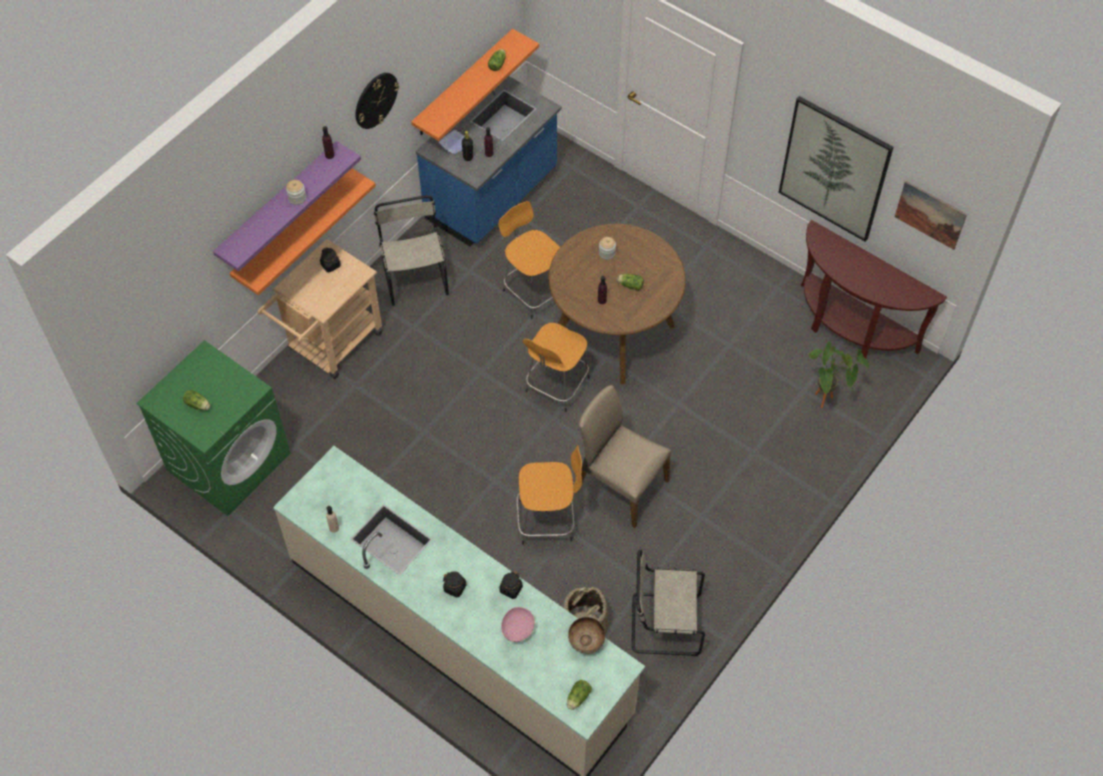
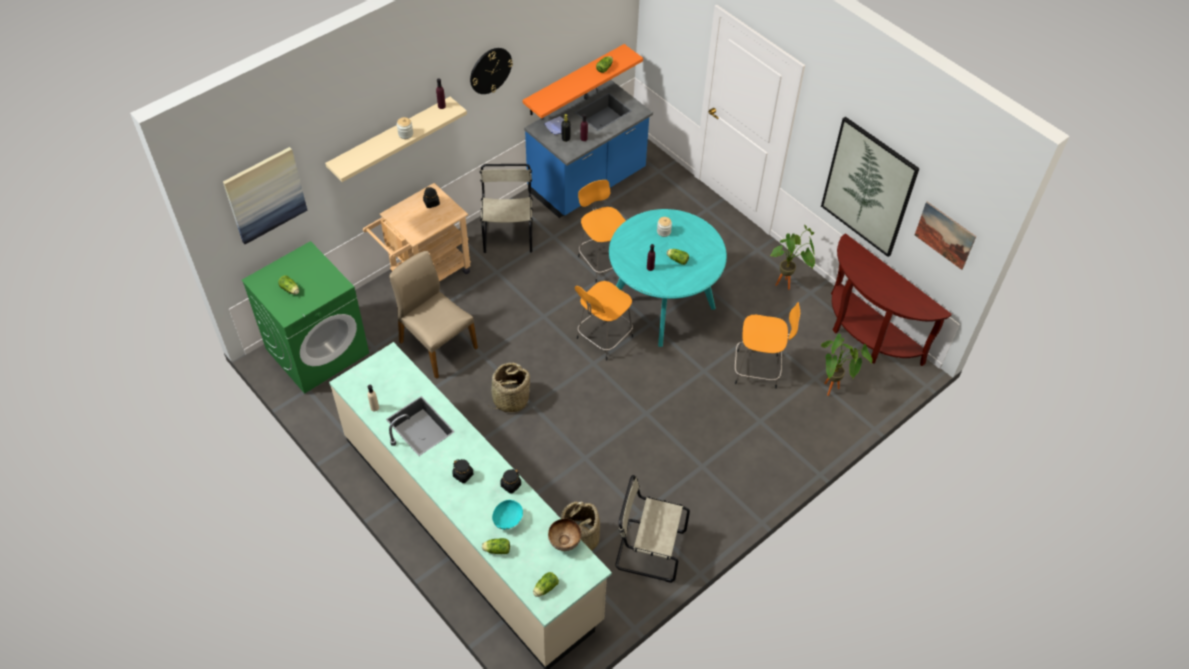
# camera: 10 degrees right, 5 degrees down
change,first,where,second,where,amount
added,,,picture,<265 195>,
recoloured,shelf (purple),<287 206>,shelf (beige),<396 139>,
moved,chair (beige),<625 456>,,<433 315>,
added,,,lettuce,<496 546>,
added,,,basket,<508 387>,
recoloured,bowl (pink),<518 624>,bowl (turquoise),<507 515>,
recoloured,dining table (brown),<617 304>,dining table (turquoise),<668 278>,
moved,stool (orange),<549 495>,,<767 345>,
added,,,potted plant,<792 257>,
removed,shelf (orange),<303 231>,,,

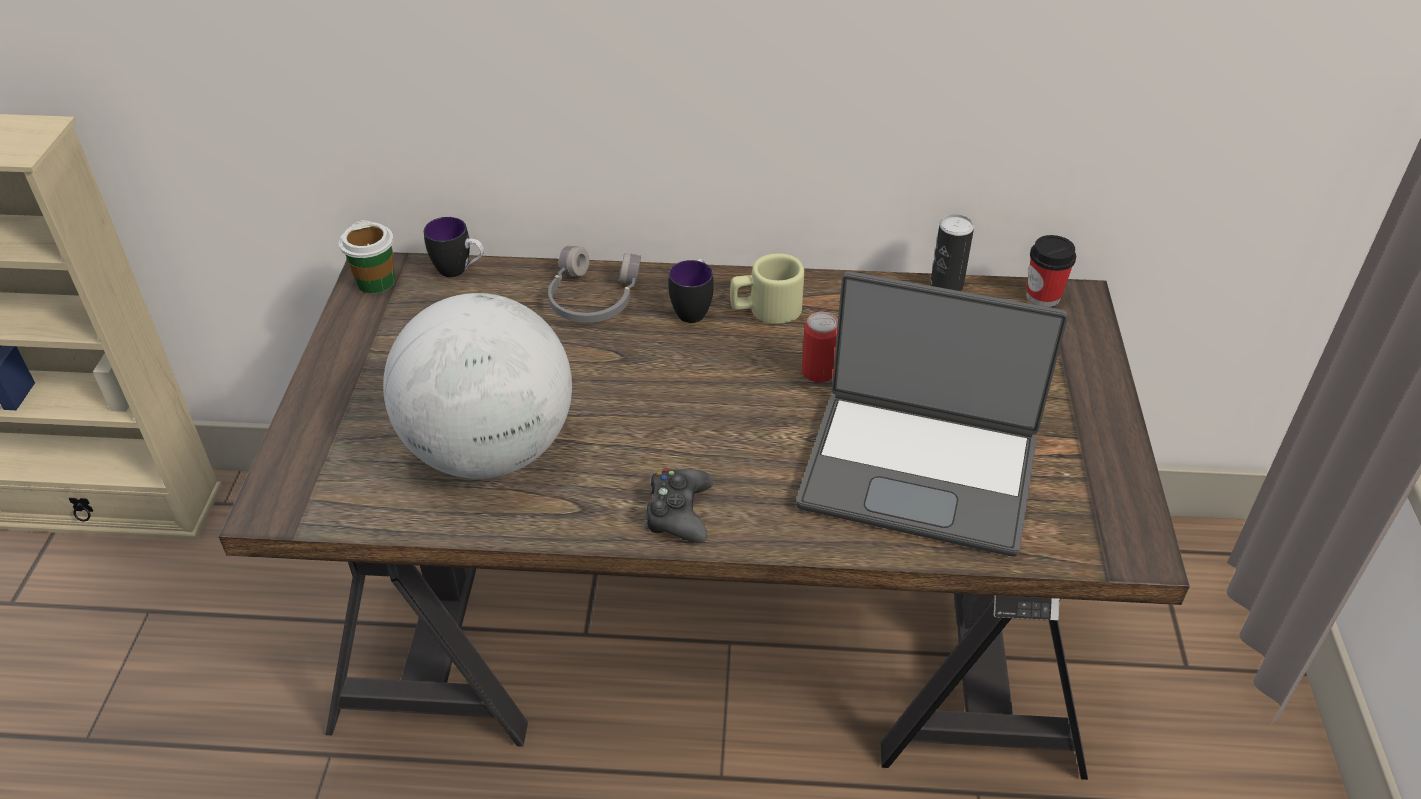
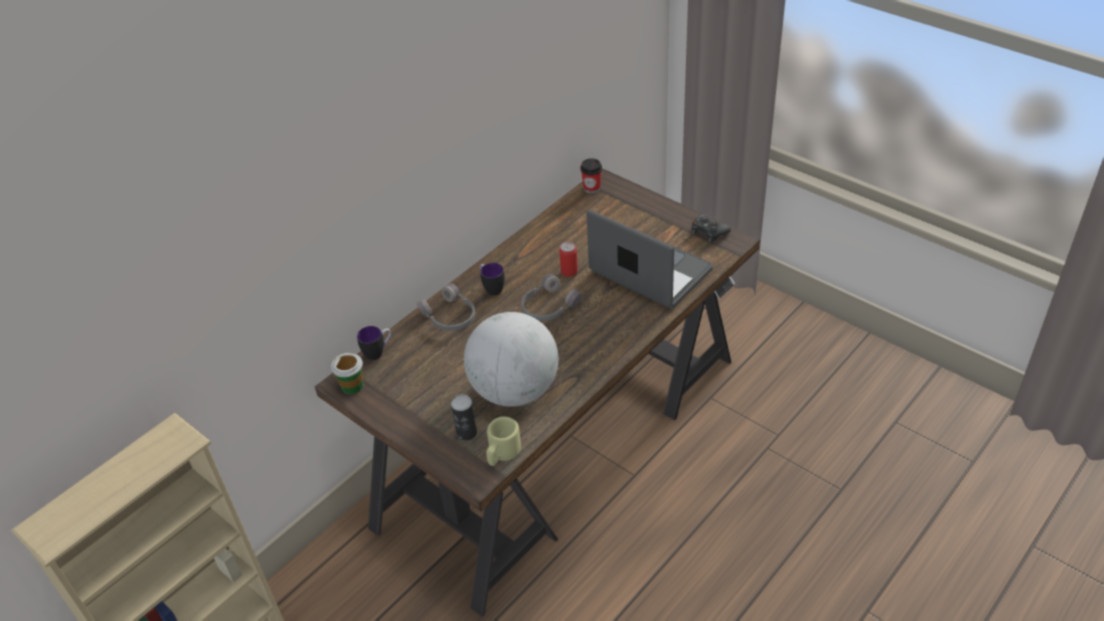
# camera: 50 degrees left, 0 degrees up
change,first,where,second,where,amount
moved,can,<952 252>,,<464 418>,
moved,mug (beige),<767 288>,,<503 441>,
added,,,headphones (grey),<552 297>,
turned,laptop,<932 414>,,<649 259>,105 degrees counterclockwise
moved,game controller (black),<678 505>,,<711 228>,

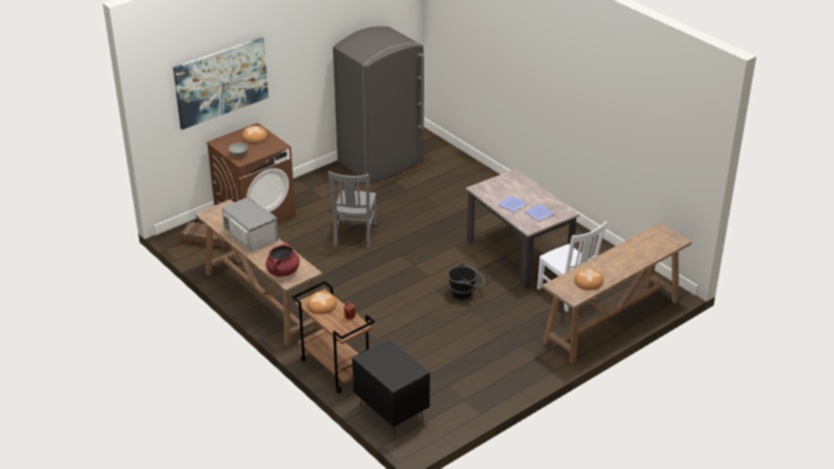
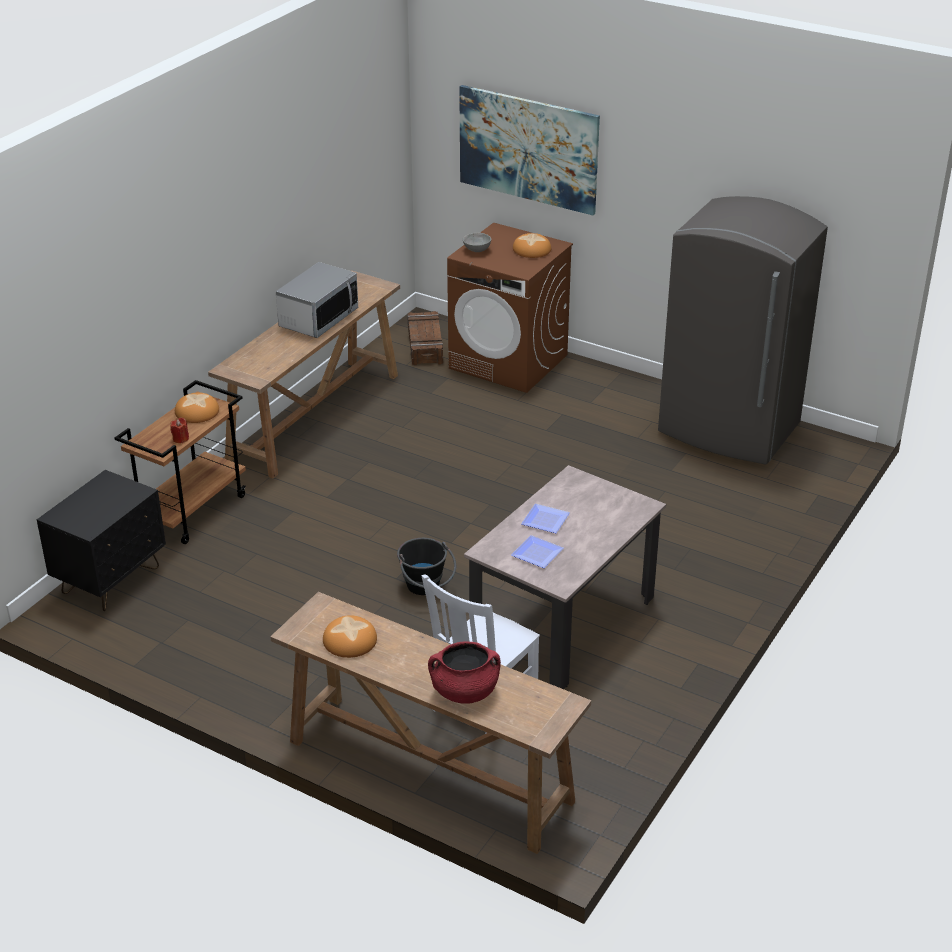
# camera: 70 degrees right, 0 degrees up
change,first,where,second,where,amount
moved,cooking pot (red),<283 260>,,<464 673>,
removed,chair (grey),<352 209>,,,

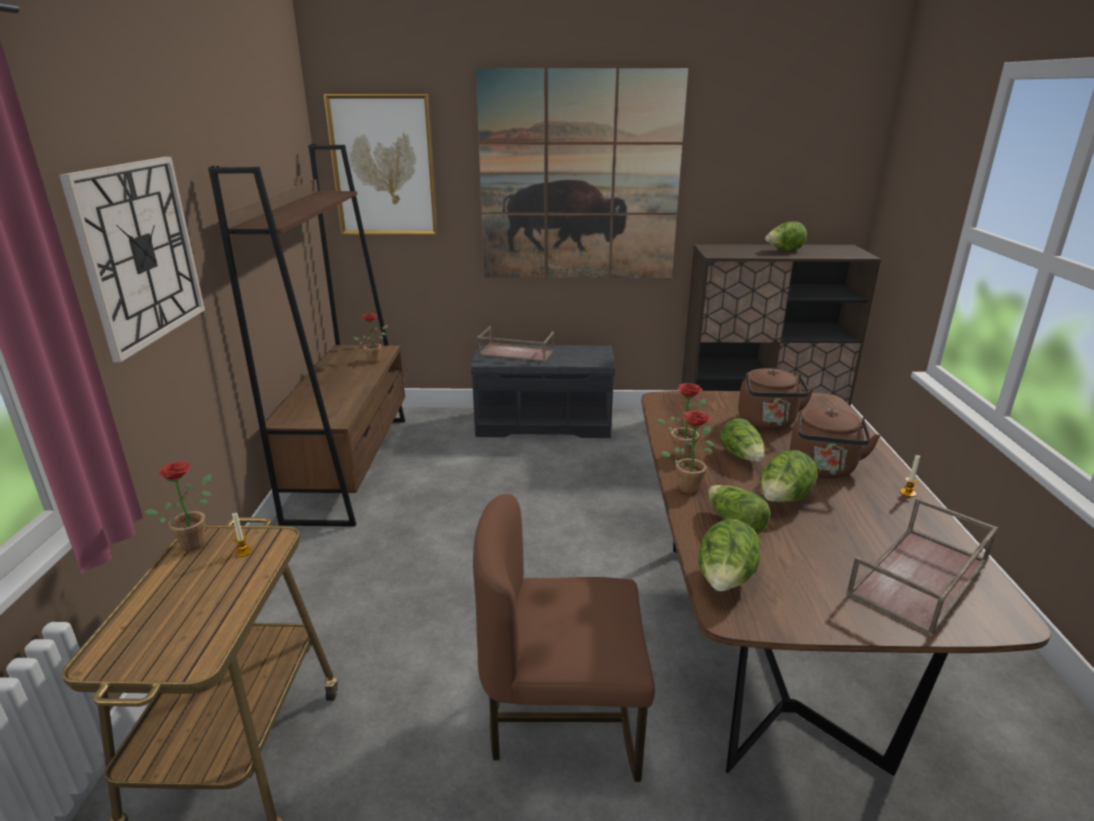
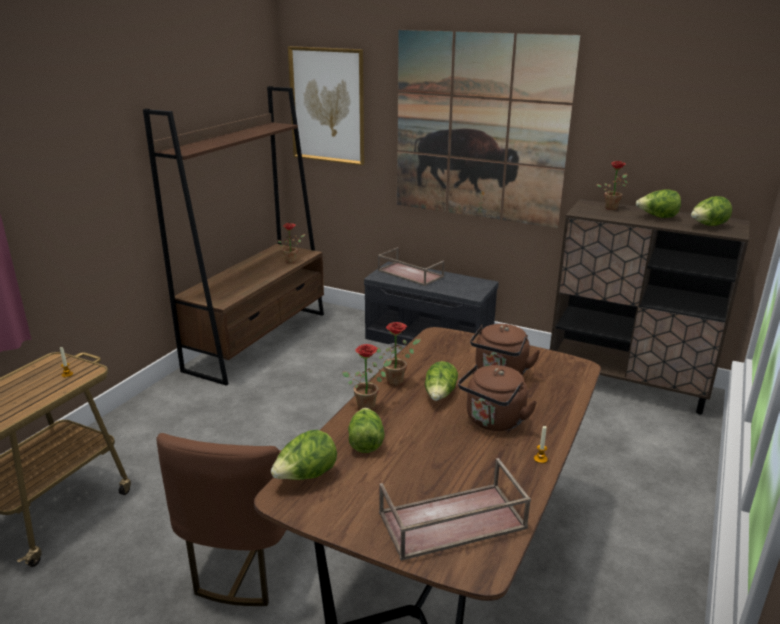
# camera: 25 degrees right, 0 degrees up
change,first,where,second,where,amount
turned,chair (brown),<564 638>,,<221 519>,105 degrees counterclockwise
moved,potted plant,<178 506>,,<612 185>,
moved,lettuce,<789 476>,,<711 211>,
removed,wall clock,<132 259>,,,

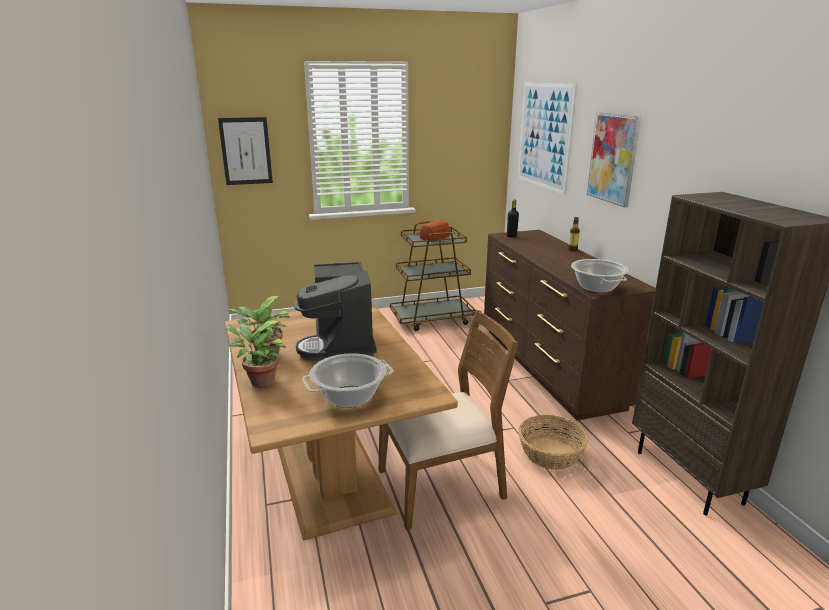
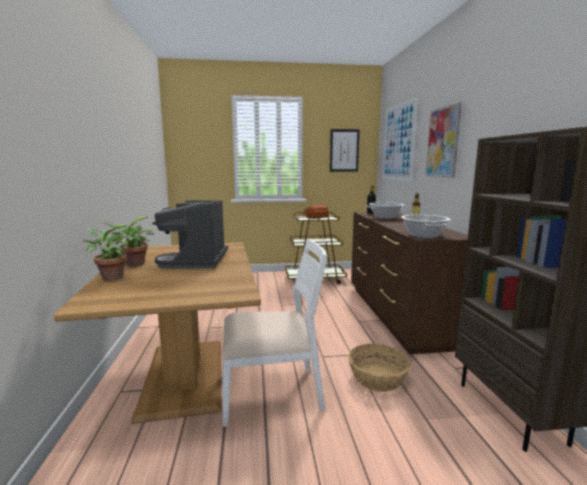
# camera: 10 degrees right, 10 degrees down
change,first,where,second,where,amount
recoloured,chair (brown),<448 420>,chair (white),<275 333>,
moved,picture,<245 151>,,<345 150>,
moved,cooking pot,<348 380>,,<386 210>,

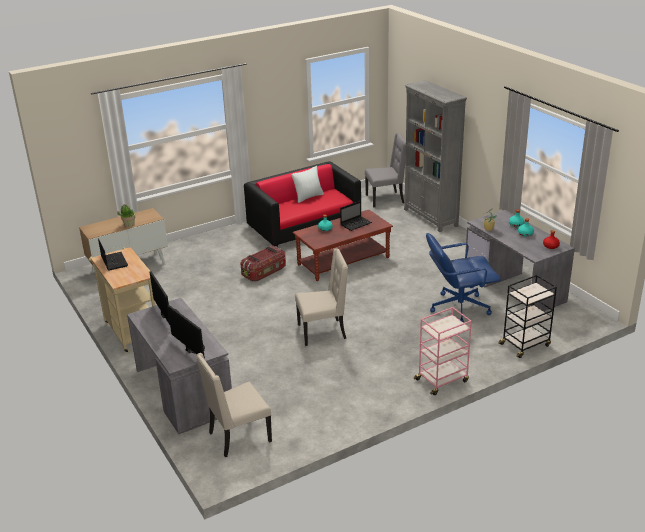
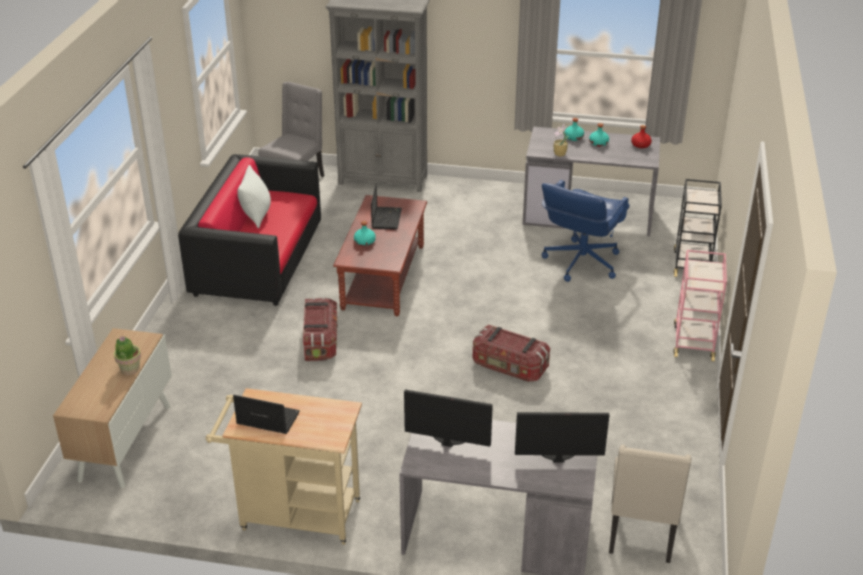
# camera: 50 degrees left, 5 degrees up
change,first,where,second,where,amount
replaced,chair (beige),<321 297>,storage box,<511 353>,

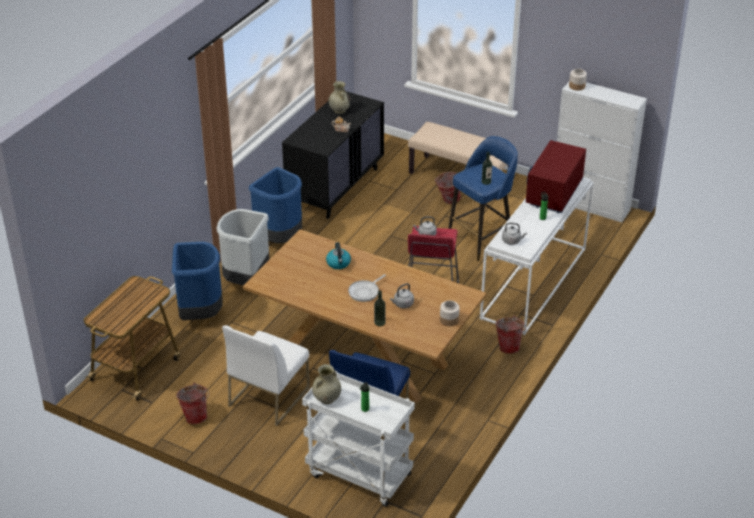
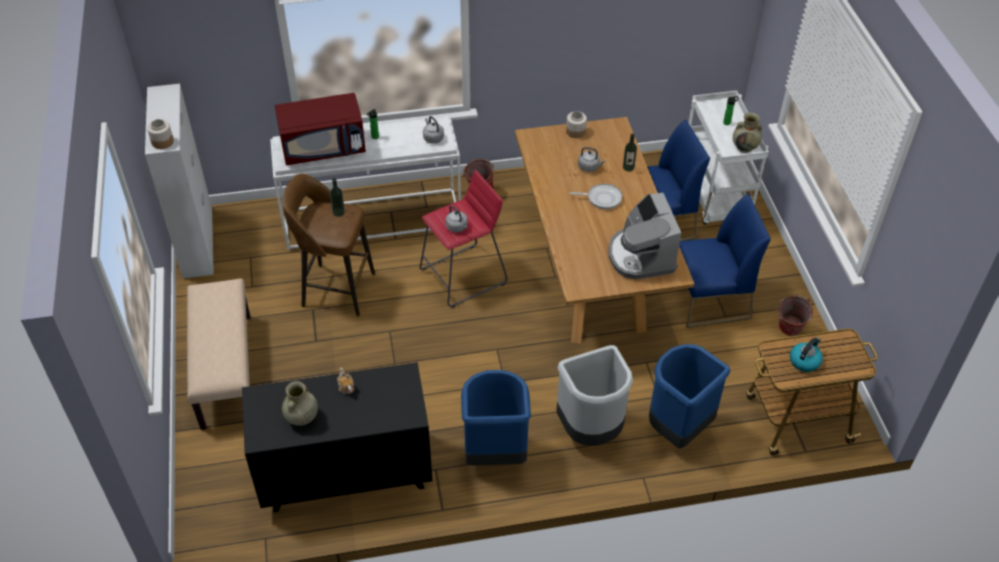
# camera: 130 degrees left, 10 degrees up
change,first,where,second,where,amount
recoloured,stool (blue),<483 198>,stool (brown),<329 245>,
added,,,coffee machine,<644 236>,
recoloured,chair (white),<266 375>,chair (blue),<725 261>,
moved,kettle,<338 255>,,<806 354>,
removed,bucket,<448 188>,,,

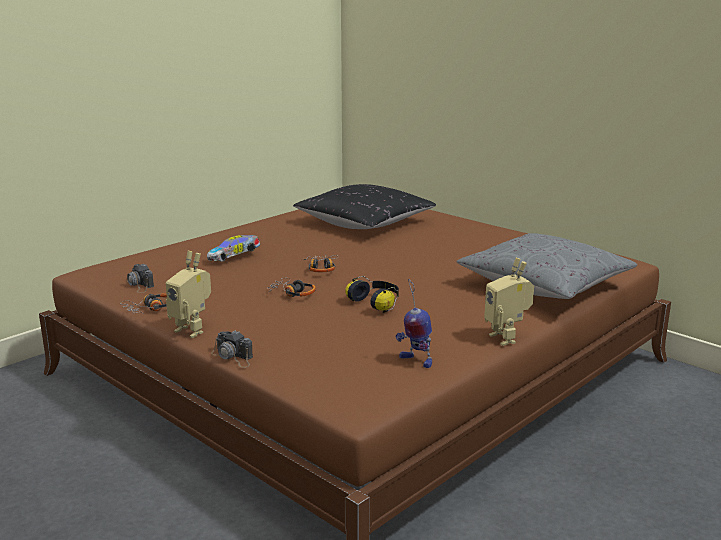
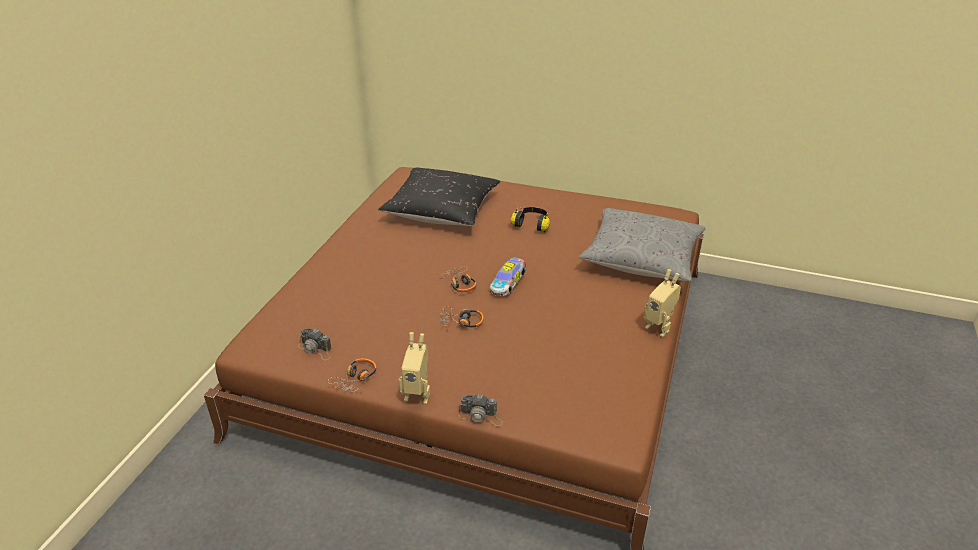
# camera: 25 degrees left, 15 degrees up
change,first,where,second,where,amount
moved,toy car,<233 248>,,<508 277>,
moved,headphones,<372 294>,,<530 219>,
removed,toy robot,<413 323>,,,

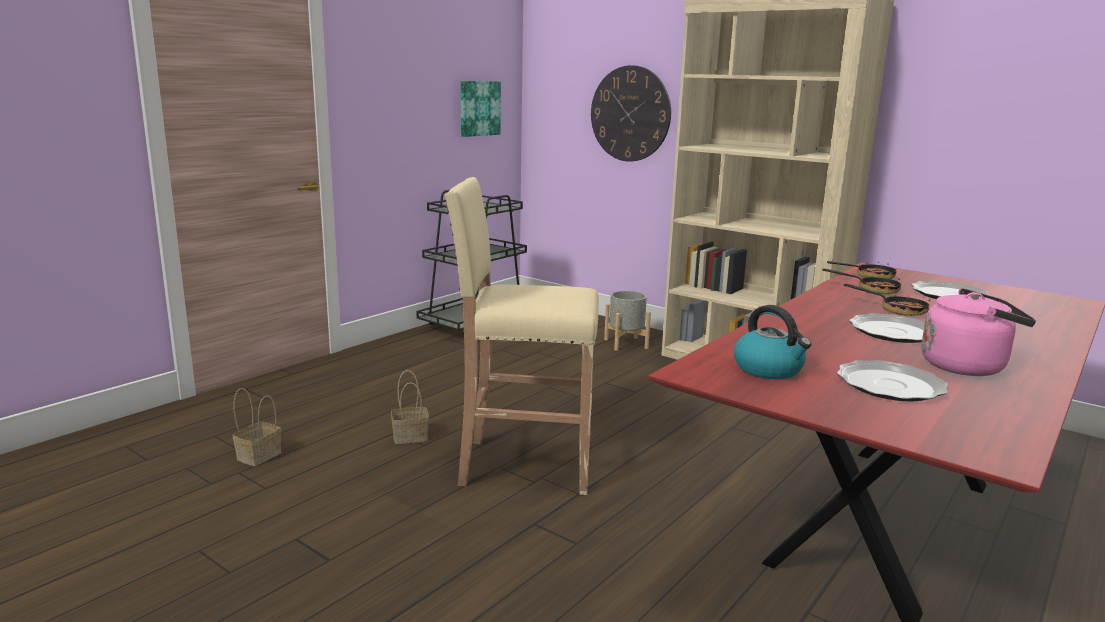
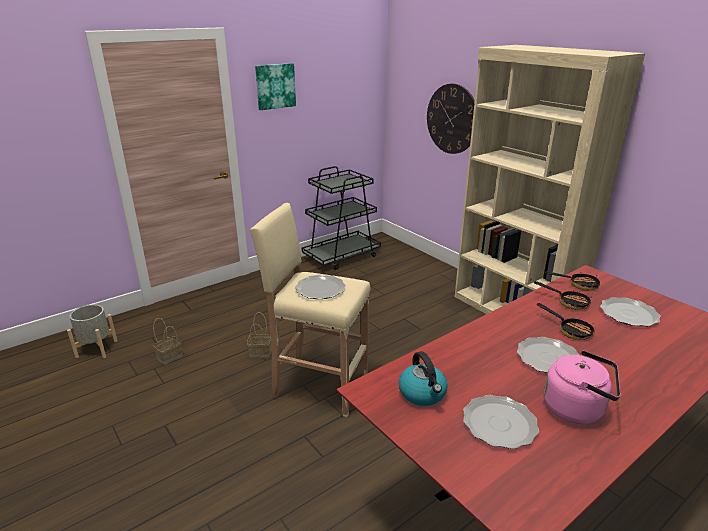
# camera: 15 degrees right, 10 degrees up
change,first,where,second,where,amount
moved,planter (grey),<627 321>,,<92 331>,
moved,picture,<481 109>,,<275 86>,
added,,,plate,<320 286>,

